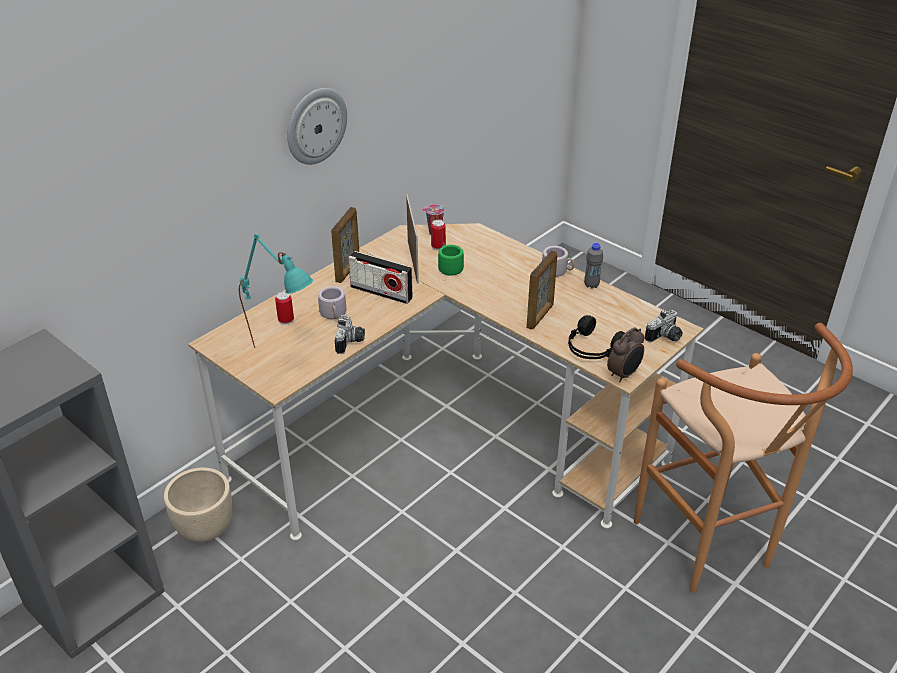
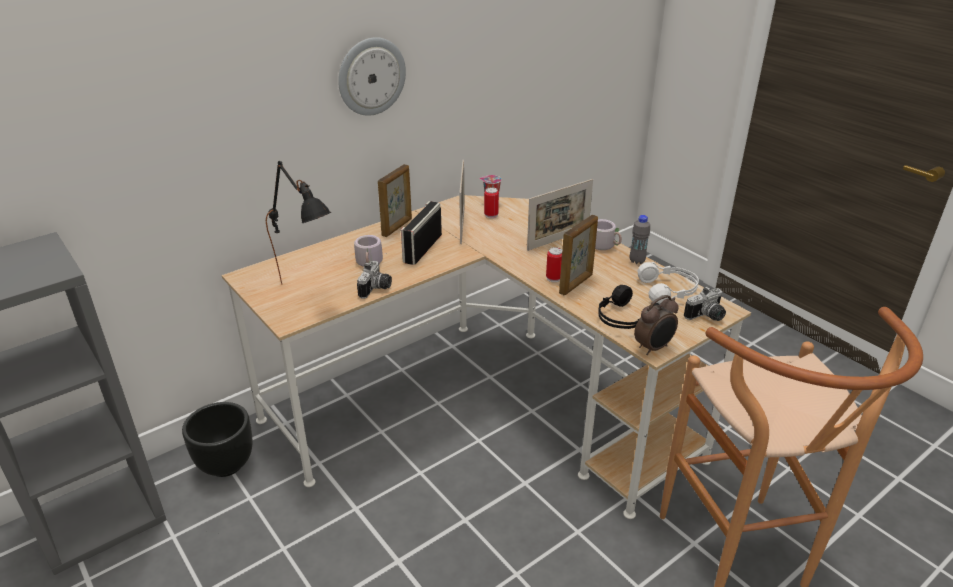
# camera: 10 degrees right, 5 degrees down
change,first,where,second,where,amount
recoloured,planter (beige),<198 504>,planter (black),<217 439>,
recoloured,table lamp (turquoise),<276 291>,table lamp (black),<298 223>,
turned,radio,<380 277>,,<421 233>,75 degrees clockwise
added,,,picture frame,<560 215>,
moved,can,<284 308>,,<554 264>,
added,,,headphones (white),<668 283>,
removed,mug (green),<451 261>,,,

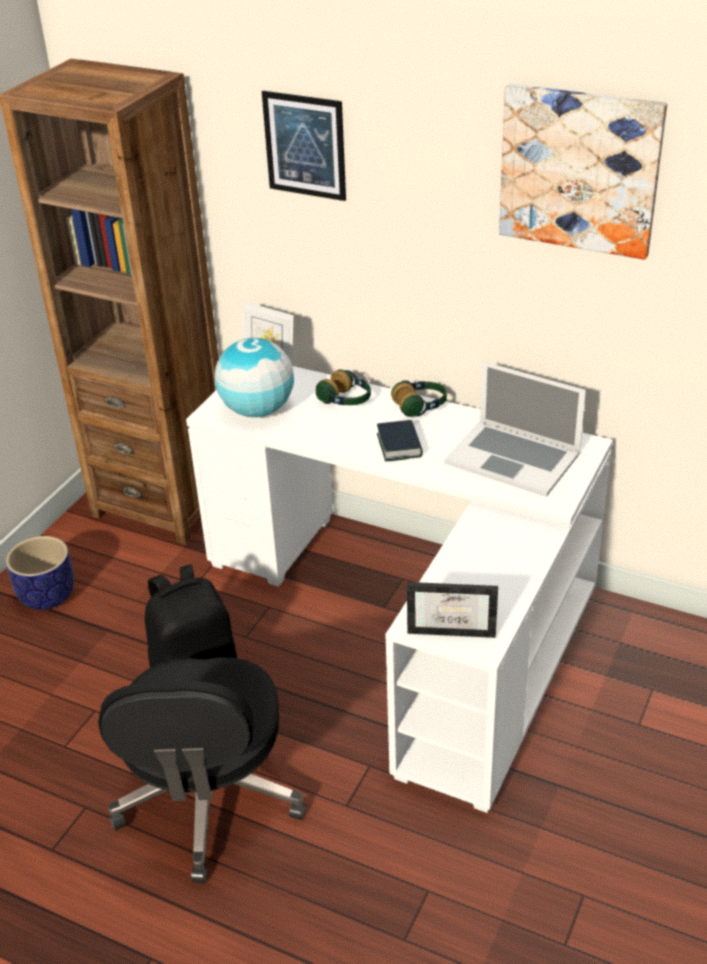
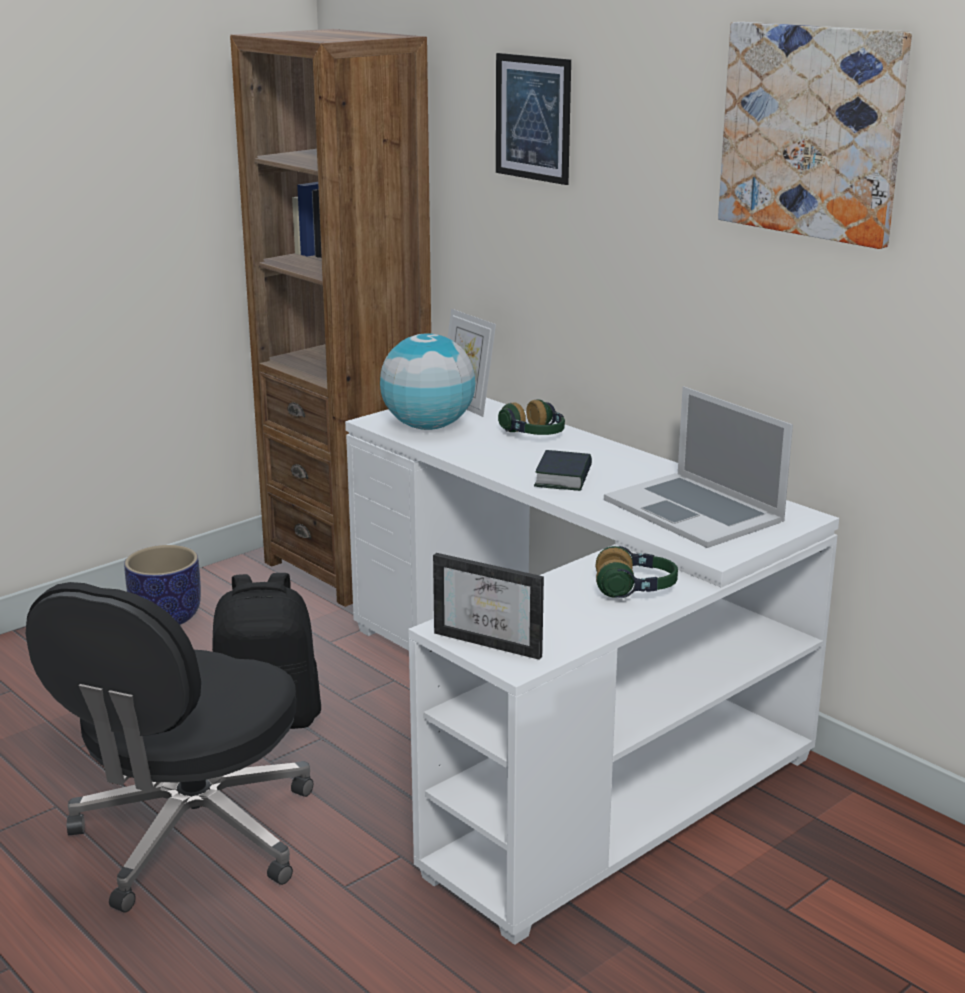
# camera: 20 degrees right, 15 degrees down
change,first,where,second,where,amount
moved,headphones,<419 398>,,<636 572>,

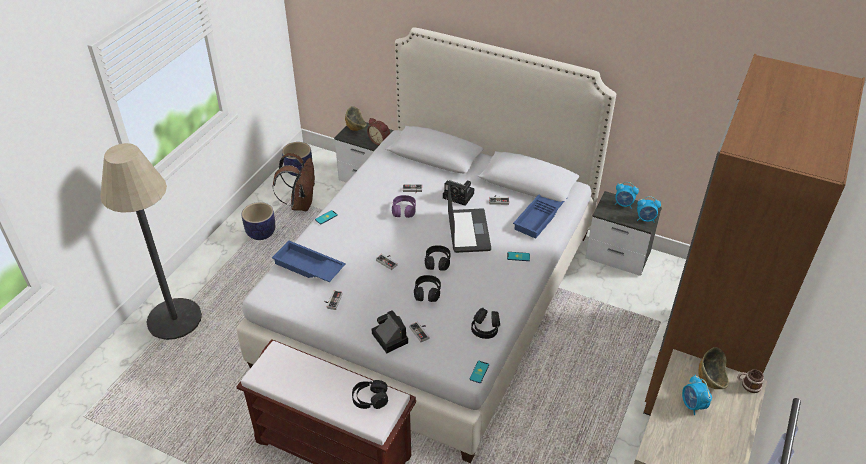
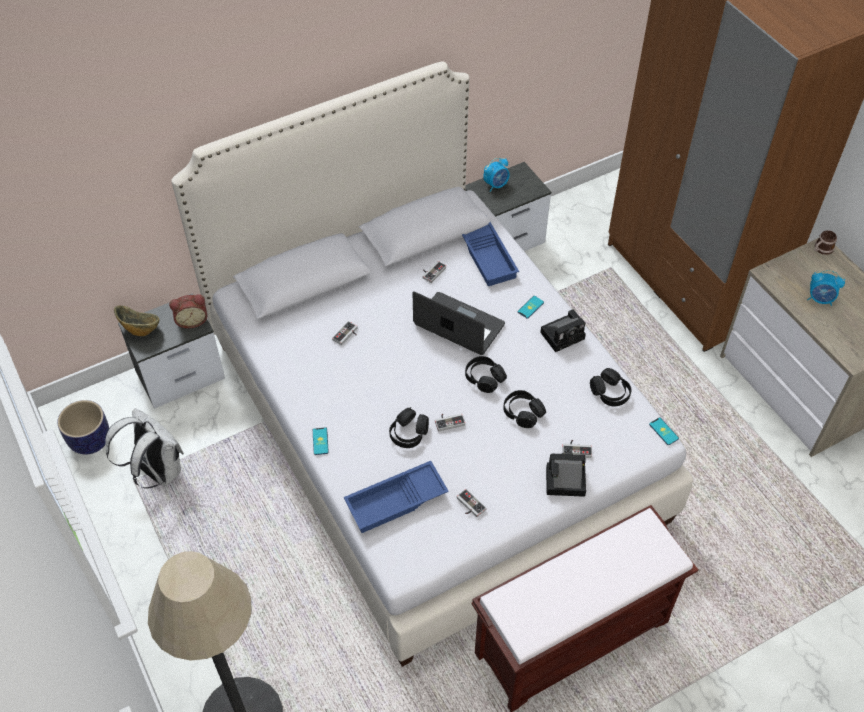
# camera: 55 degrees left, 10 degrees up
change,first,where,second,where,amount
recoloured,backpack (brown),<294 182>,backpack (white),<144 448>,
moved,headphones (black),<370 394>,,<409 427>,
moved,photo camera,<458 193>,,<563 330>,
removed,planter,<258 221>,,,
removed,headphones (purple),<404 206>,,,
removed,alarm clock,<649 209>,,,
removed,bowl,<713 368>,,,

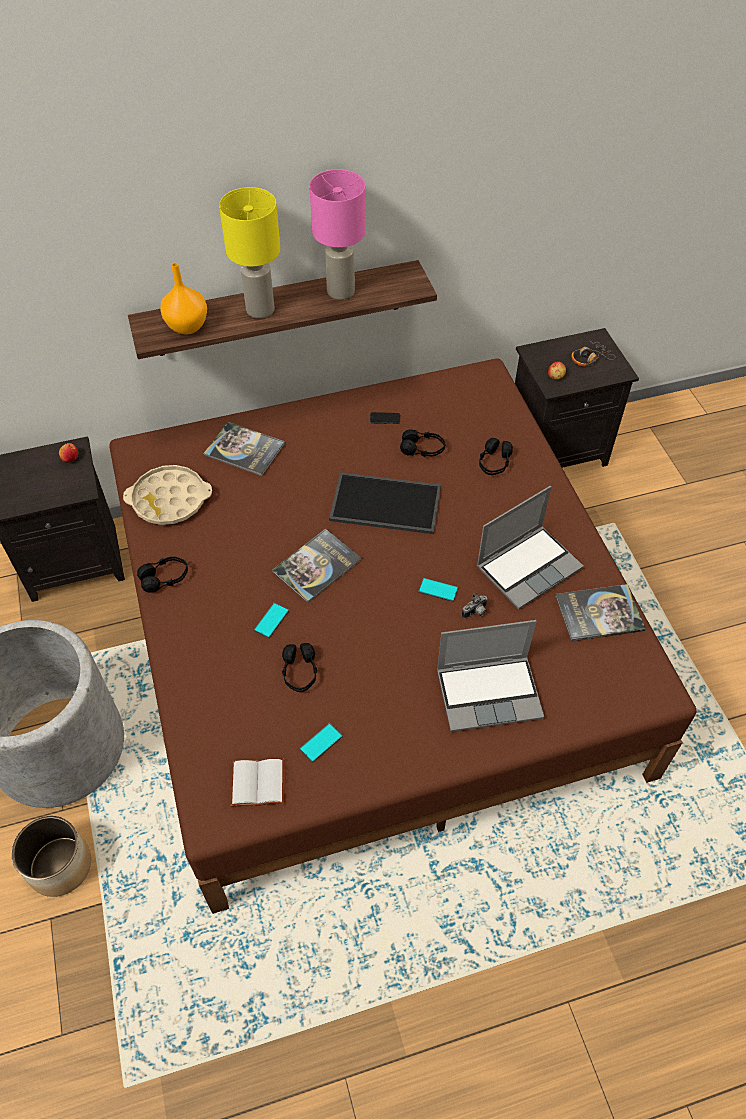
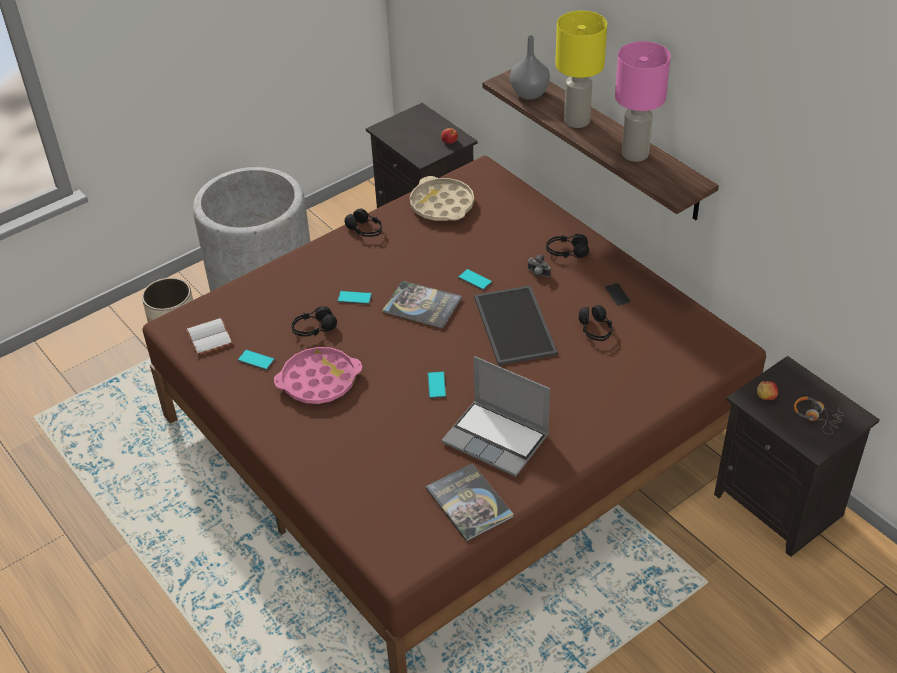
# camera: 70 degrees right, 10 degrees down
change,first,where,second,where,amount
added,,,tray (pink),<318 375>,
added,,,phone,<475 279>,
recoloured,vase (orange),<183 299>,vase (grey),<530 67>,
moved,photo camera,<475 606>,,<539 266>,
moved,headphones (black),<496 456>,,<567 246>,
removed,book,<244 449>,,,
removed,laptop,<490 676>,,,

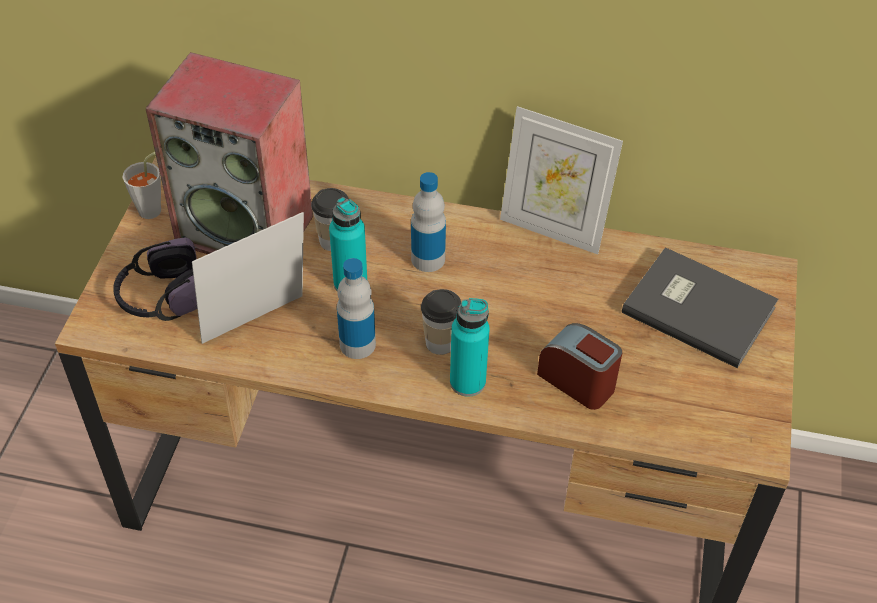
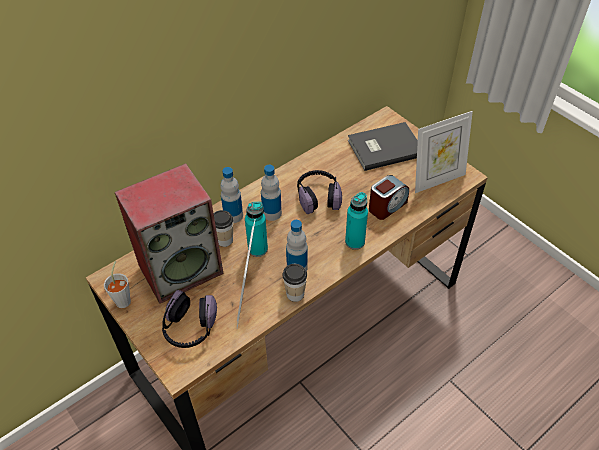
# camera: 50 degrees left, 0 degrees up
change,first,where,second,where,amount
added,,,bottle,<231 195>,
moved,cup,<441 322>,,<295 283>,
added,,,headphones,<319 192>,
turned,alarm clock,<579 366>,,<389 197>,150 degrees clockwise
moved,picture frame,<561 180>,,<444 152>,

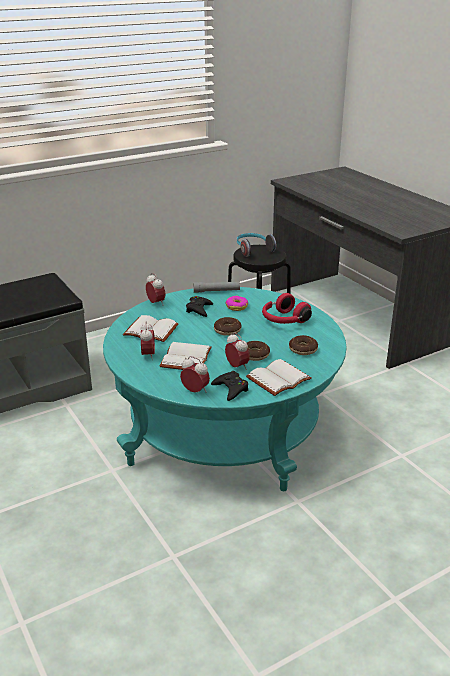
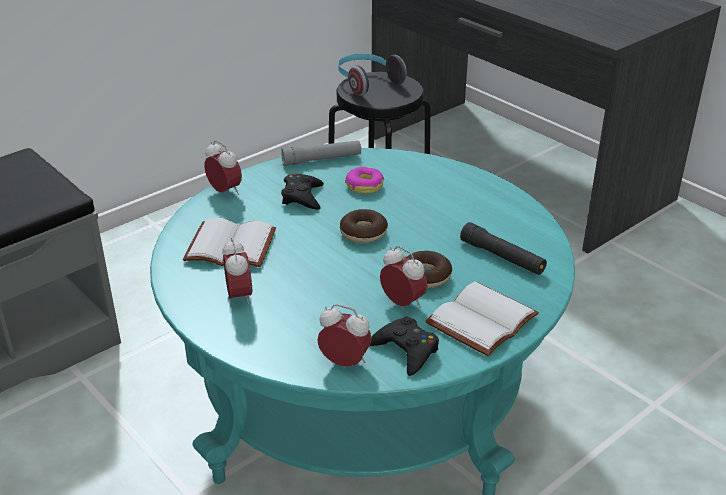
# camera: 10 degrees left, 5 degrees up
change,first,where,second,where,amount
replaced,donut,<303 345>,flashlight (black),<503 248>,
removed,book (white),<186 356>,,,
removed,headphones (red),<287 308>,,,

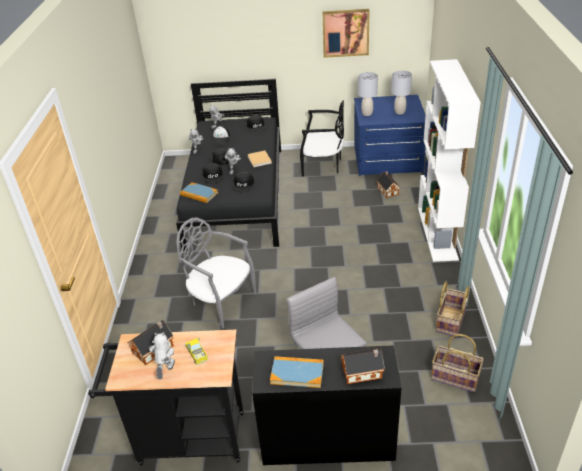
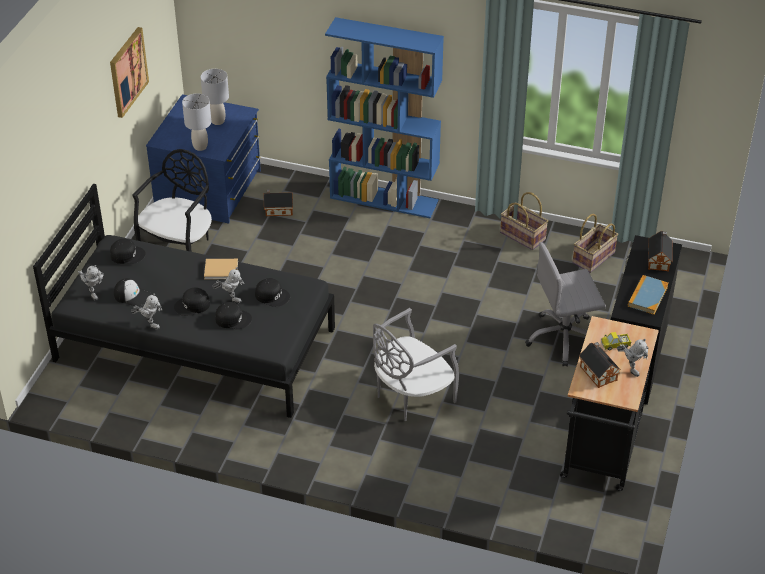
# camera: 75 degrees left, 5 degrees up
change,first,where,second,where,amount
recoloured,bookcase (white),<449 160>,bookcase (blue),<384 117>,
turned,toy robot,<162 356>,,<633 358>,150 degrees counterclockwise
removed,book,<199 192>,,,

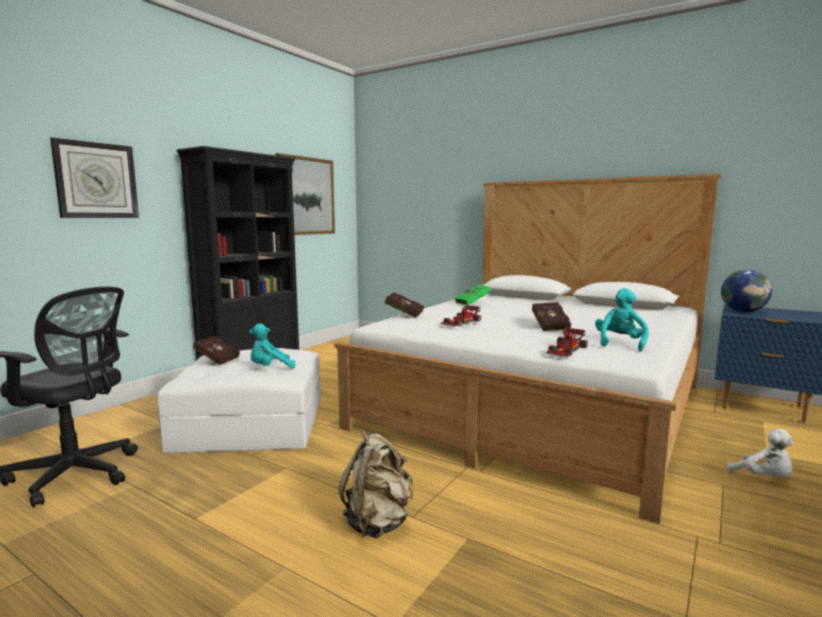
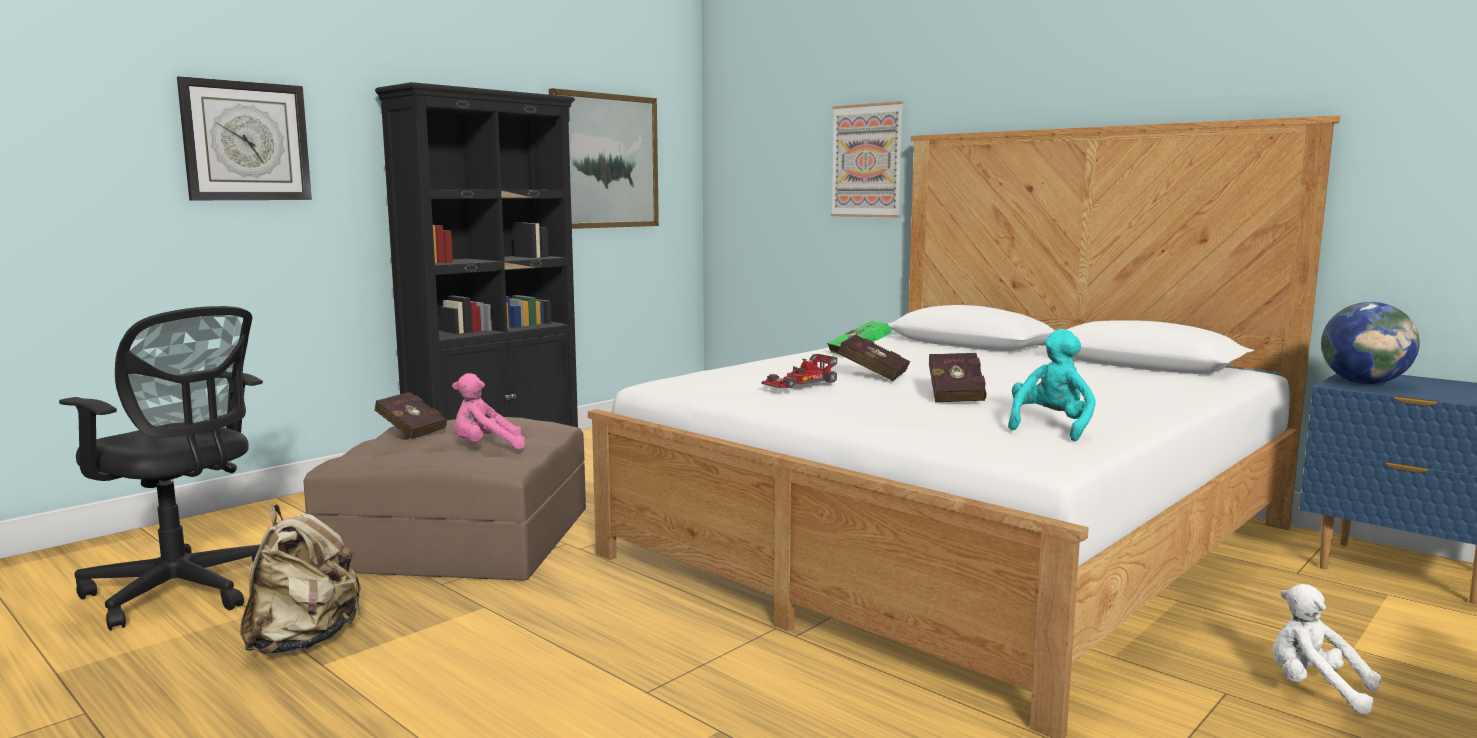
# camera: 10 degrees right, 0 degrees up
change,first,where,second,where,amount
moved,backpack (beige),<376 483>,,<301 579>,
recoloured,ottoman (white),<239 400>,ottoman (brown),<444 499>,
recoloured,plush toy (turquoise),<272 346>,plush toy (pink),<488 411>,
added,,,picture,<867 159>,
moved,book (red),<404 305>,,<873 358>,
turned,plush toy (white),<760 453>,,<1326 649>,150 degrees clockwise
removed,toy car,<567 342>,,,

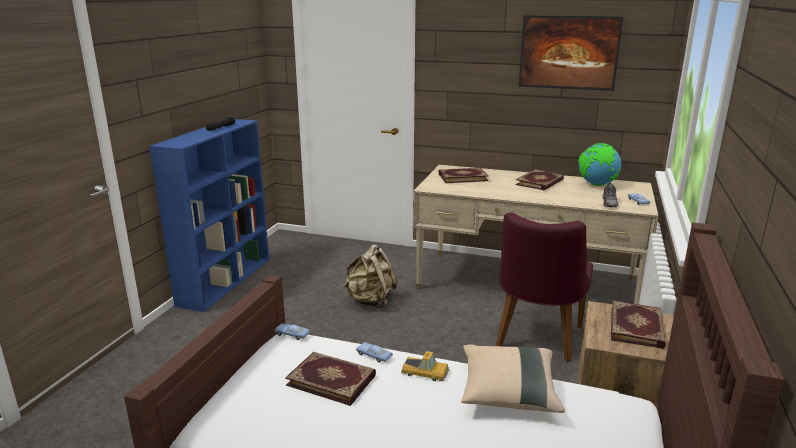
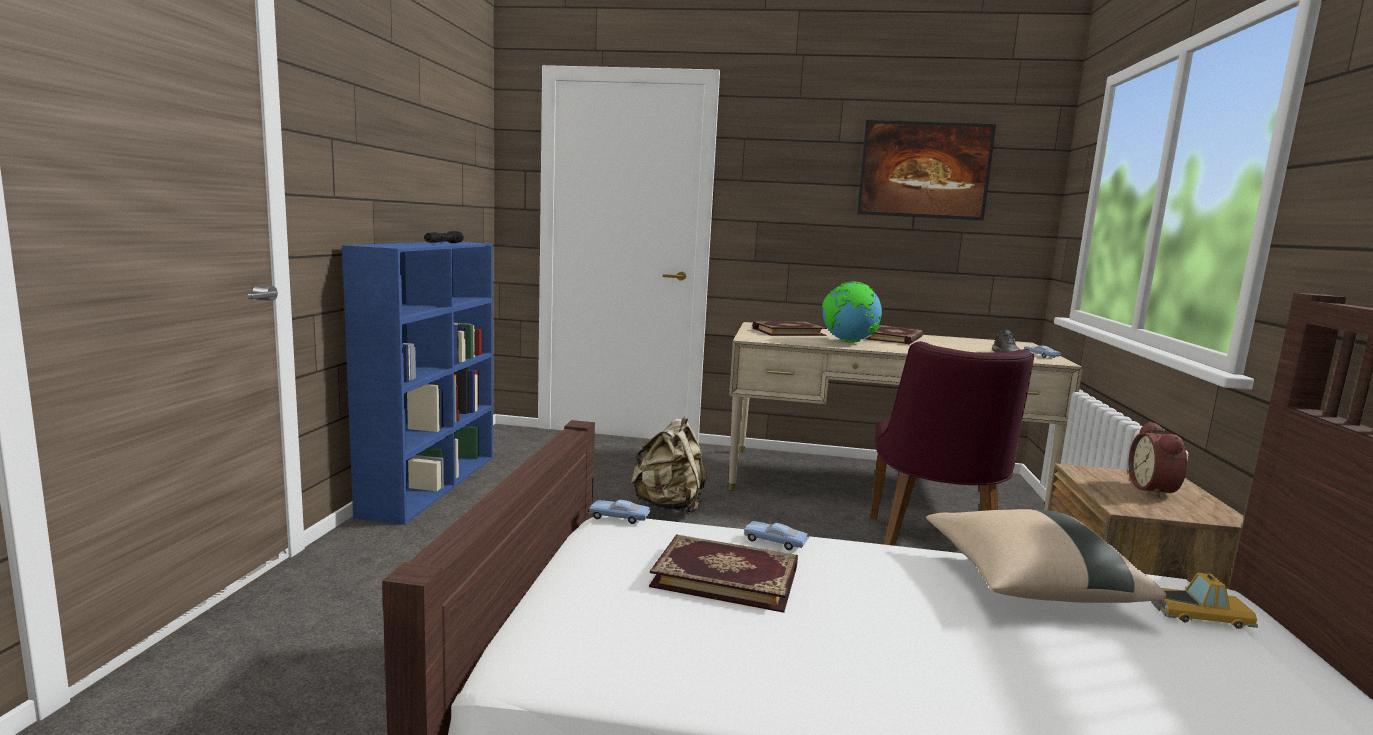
# camera: 10 degrees left, 10 degrees down
change,first,where,second,where,amount
moved,globe,<599 164>,,<852 312>,
replaced,book,<638 324>,alarm clock,<1158 459>,
moved,toy car,<425 366>,,<1204 601>,

